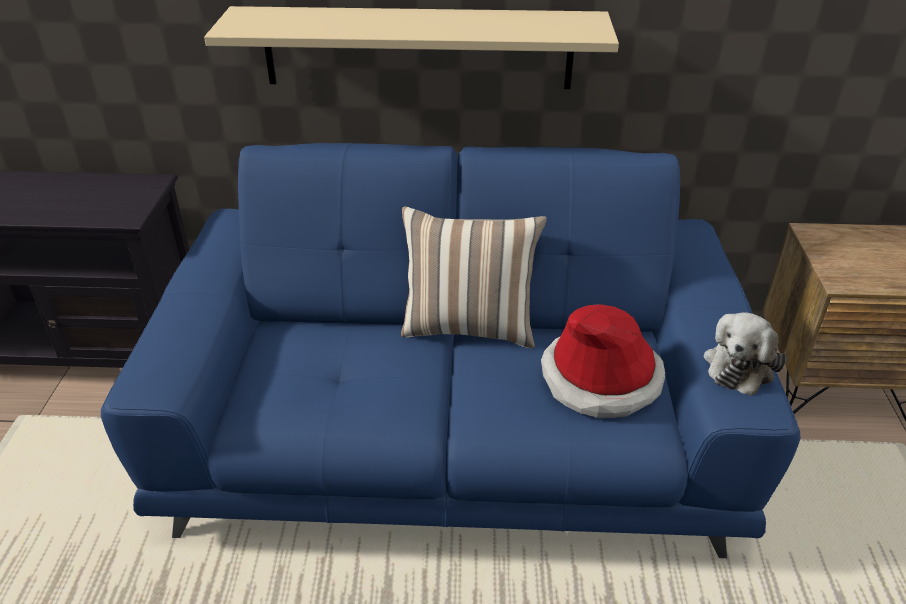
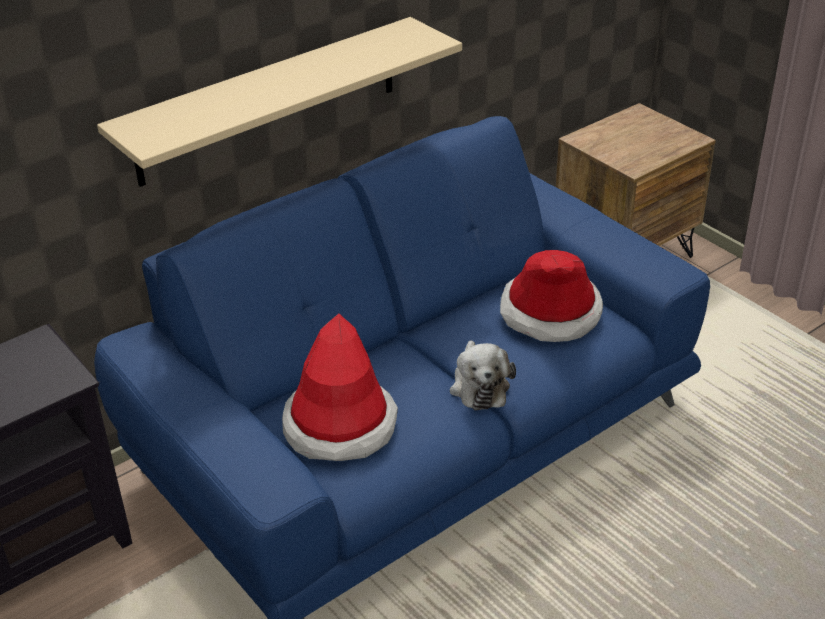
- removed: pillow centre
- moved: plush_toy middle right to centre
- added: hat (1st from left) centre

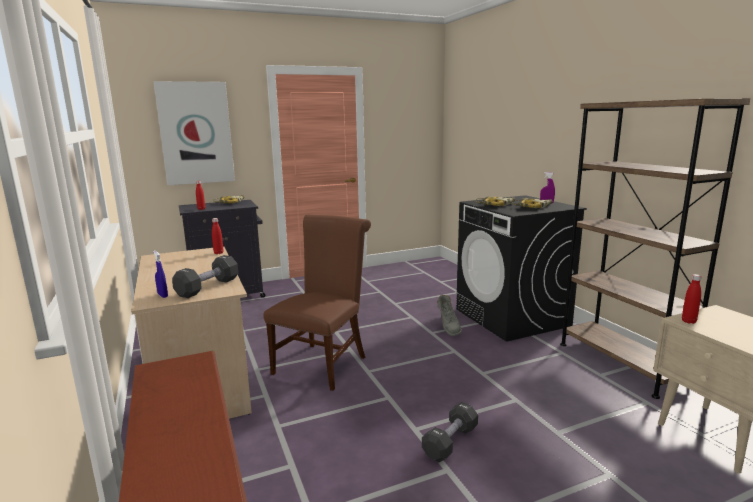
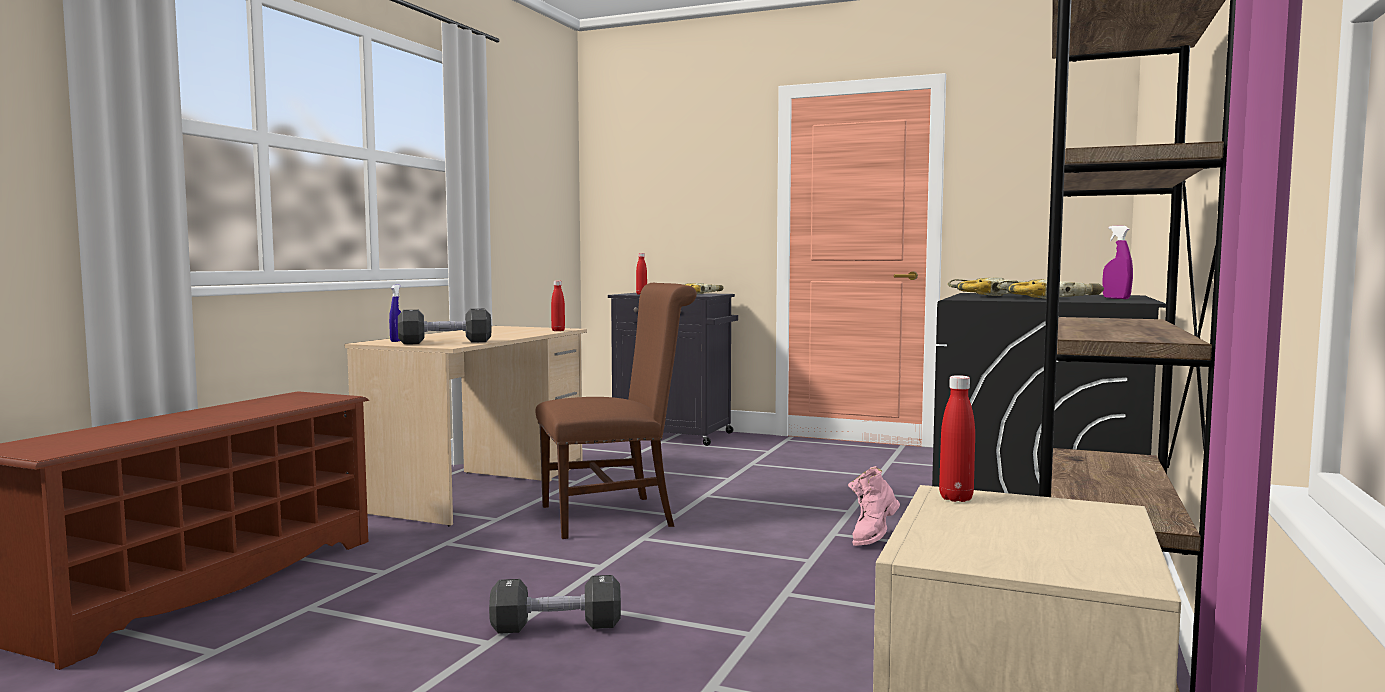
- removed: picture top left
- recoloured: grey_boot centre to pink_boot bottom centre

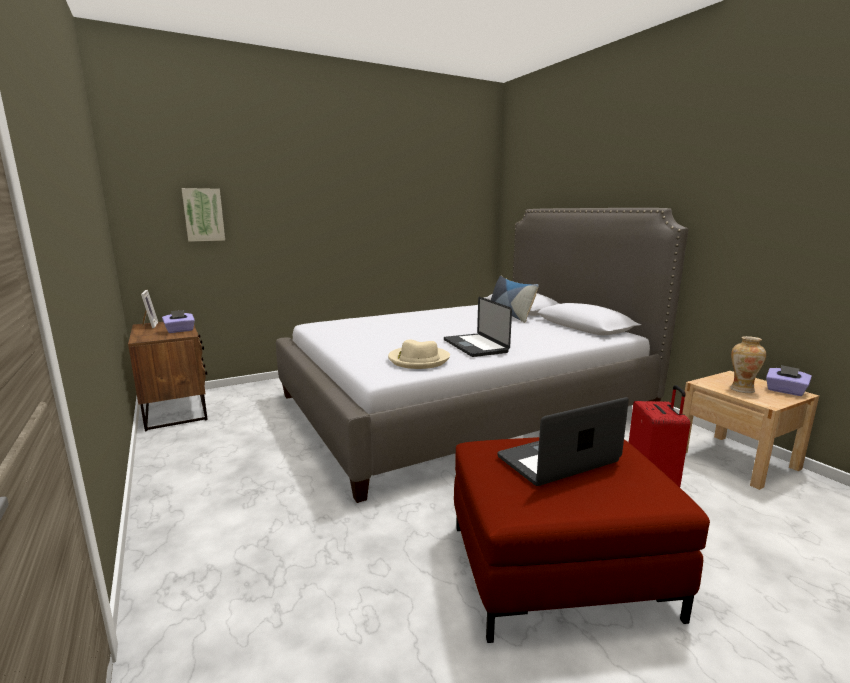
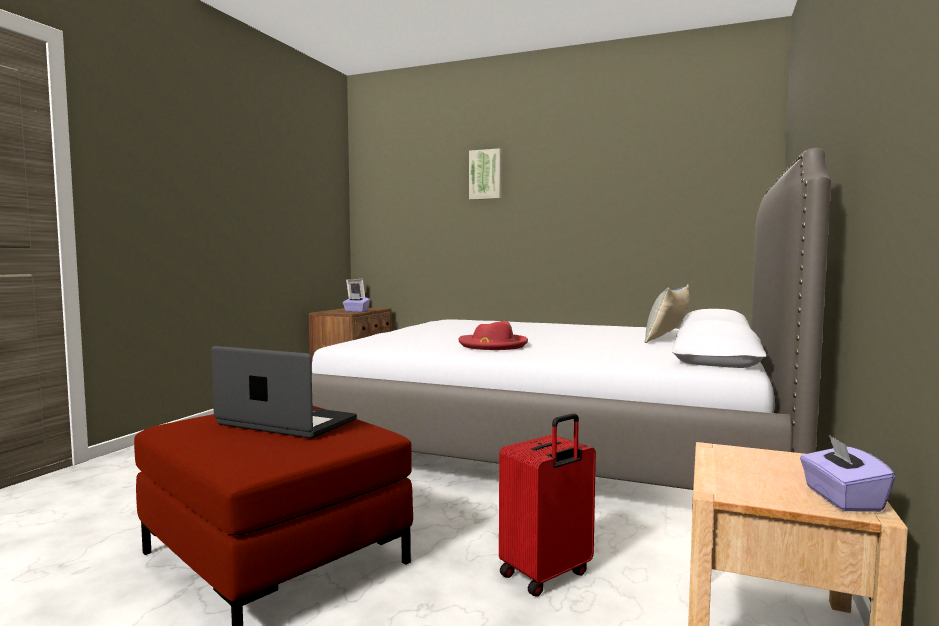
- moved: picture top left to top centre
- removed: beige_hat centre
- replaced: laptop (1st from left) centre to red_hat centre
- removed: vase middle right

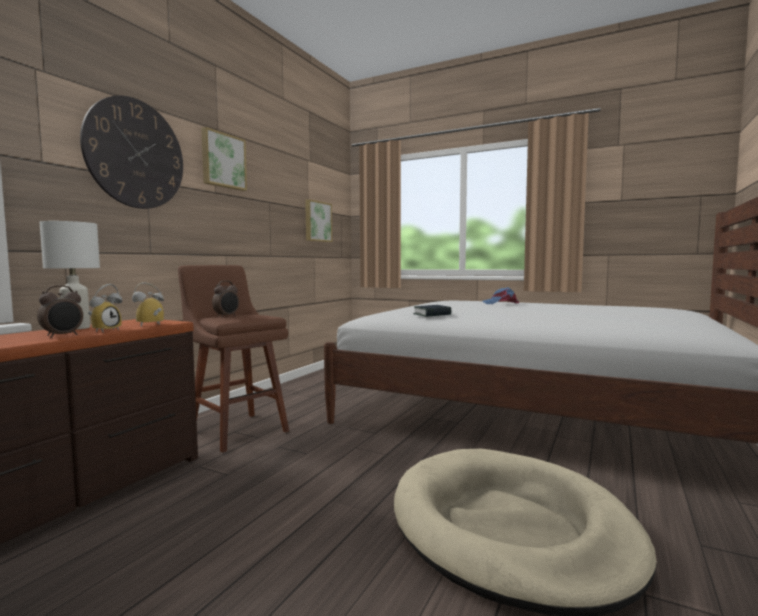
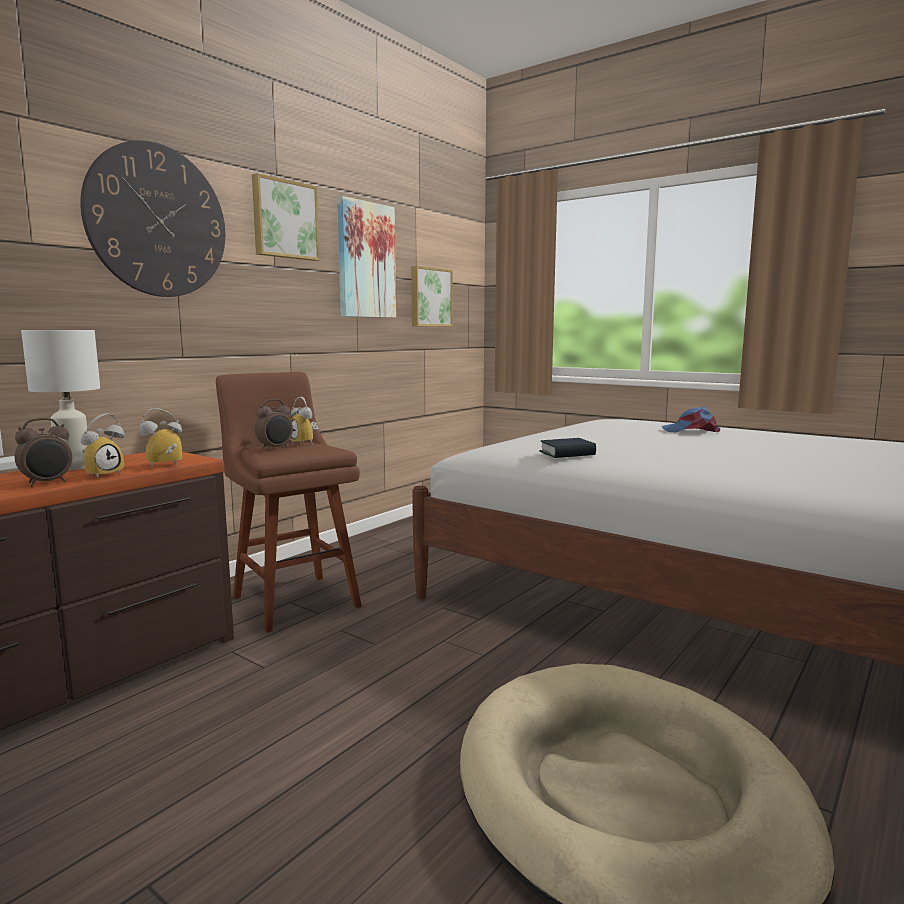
- added: alarm_clock (5th from left) centre
- added: picture (2nd from left) top centre

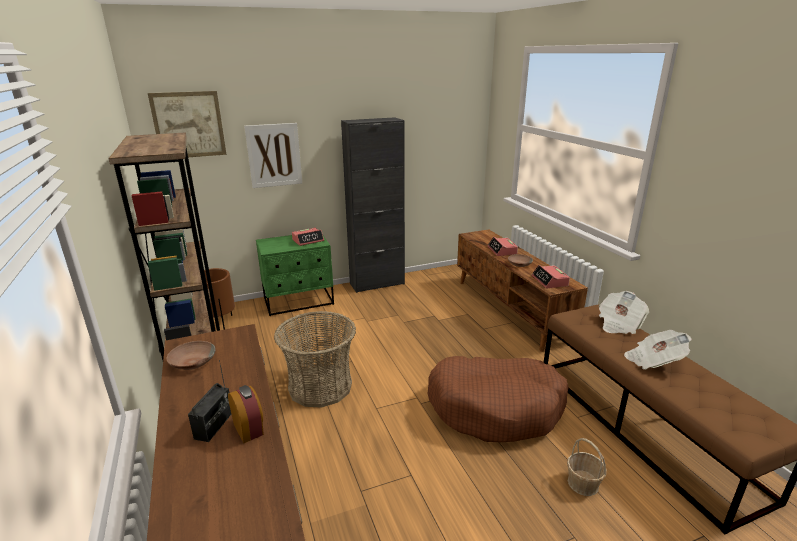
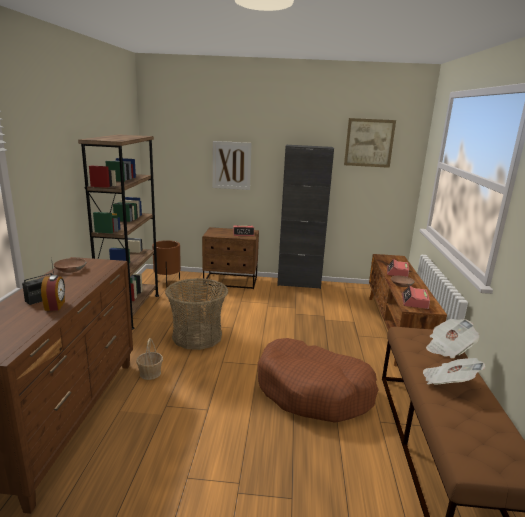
- moved: picture (1st from left in the first image) top left to picture (2nd from left) top right
- recoloured: green_nightstand centre to brown_nightstand centre
- moved: basket (2nd from left in the first image) bottom right to basket (1st from left) bottom left

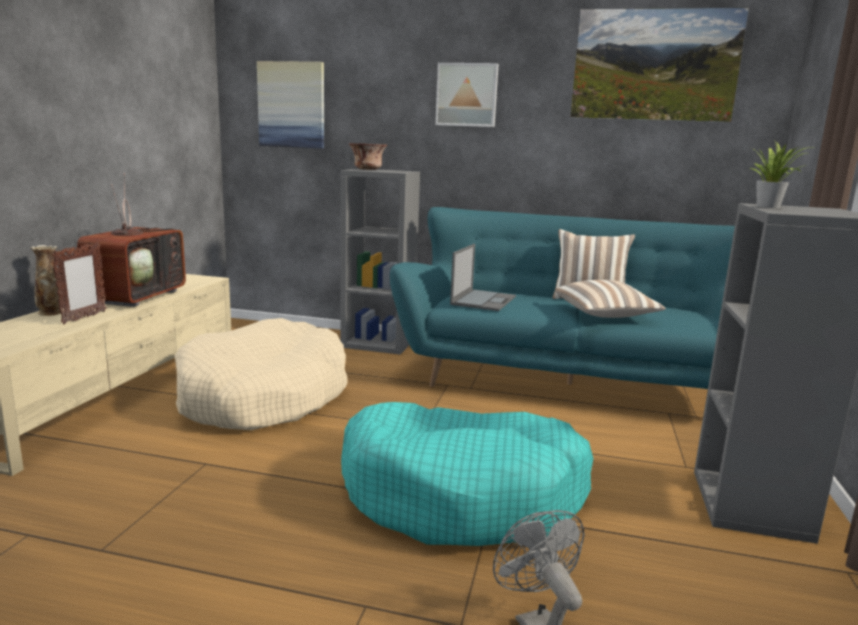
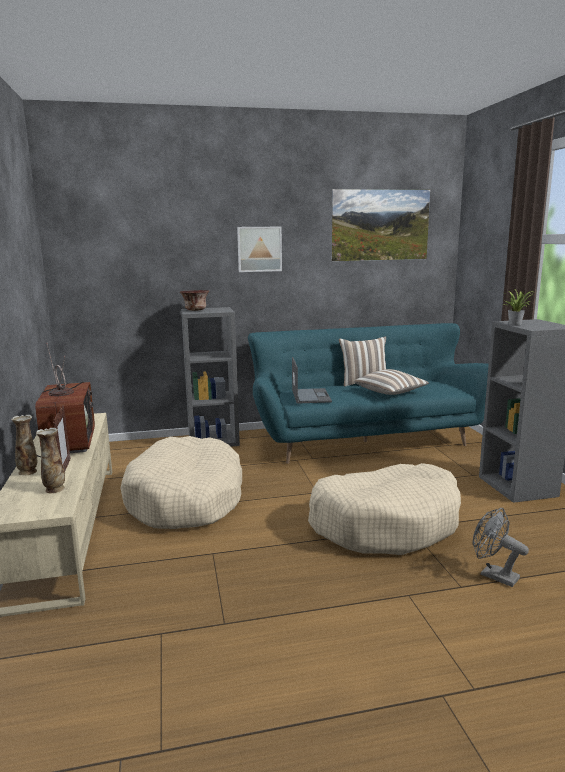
- removed: picture (1st from left) top centre
- recoloured: turquoise_dog_bed bottom centre to beige_dog_bed (2nd from left) middle right
- added: vase (2nd from left) middle left

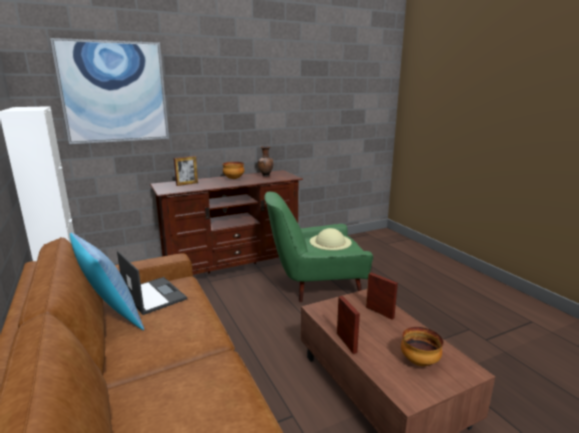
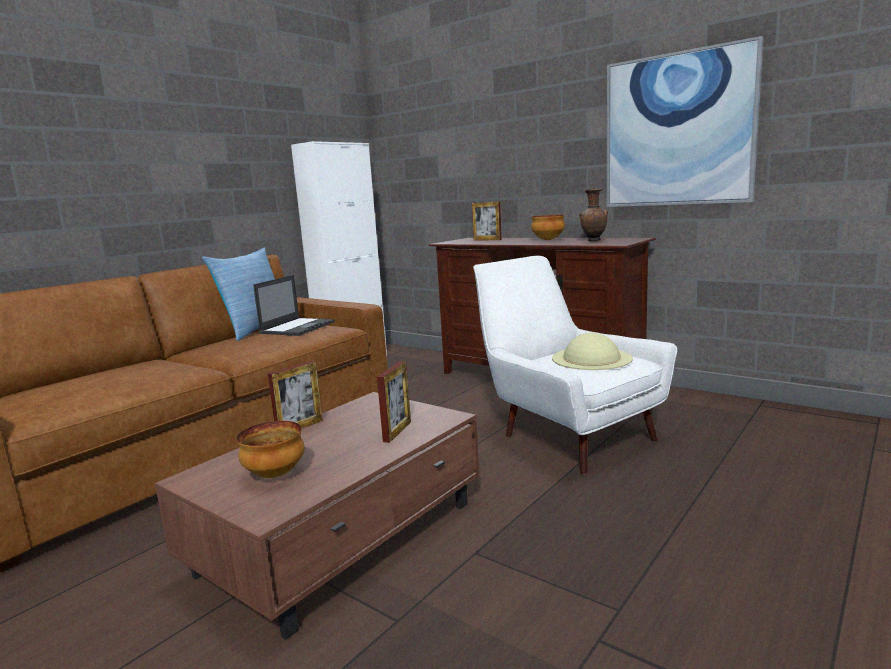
- moved: picture top left to top right
- recoloured: green_armchair centre to white_armchair centre

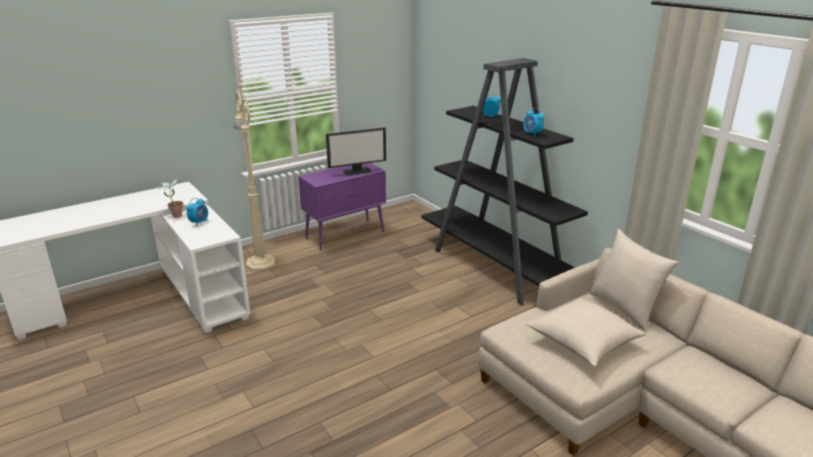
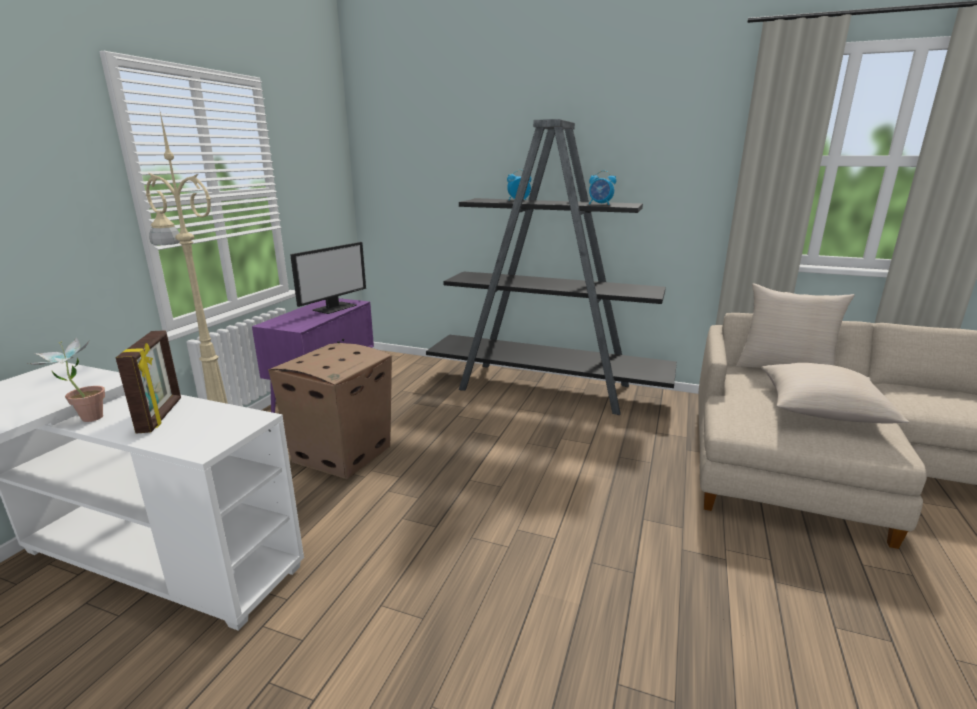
- replaced: alarm_clock (1st from left) middle left to picture_frame middle left
- added: cardboard_box centre

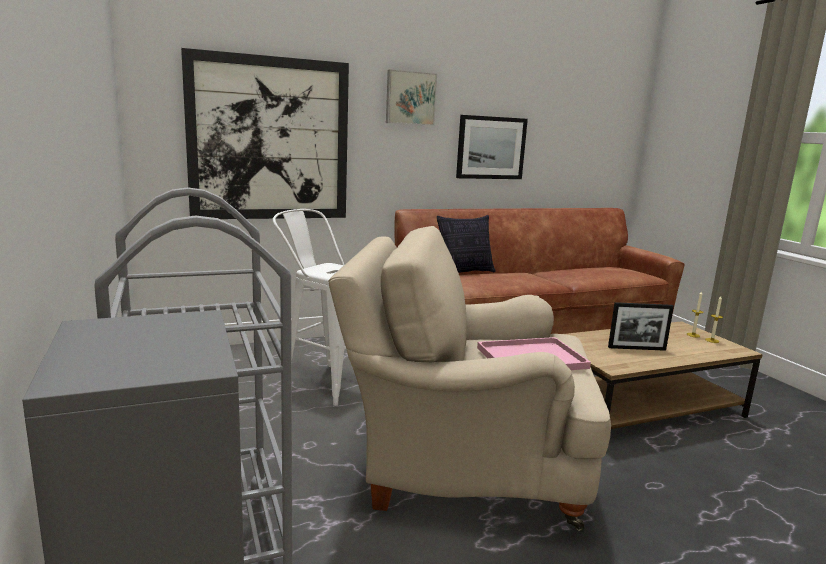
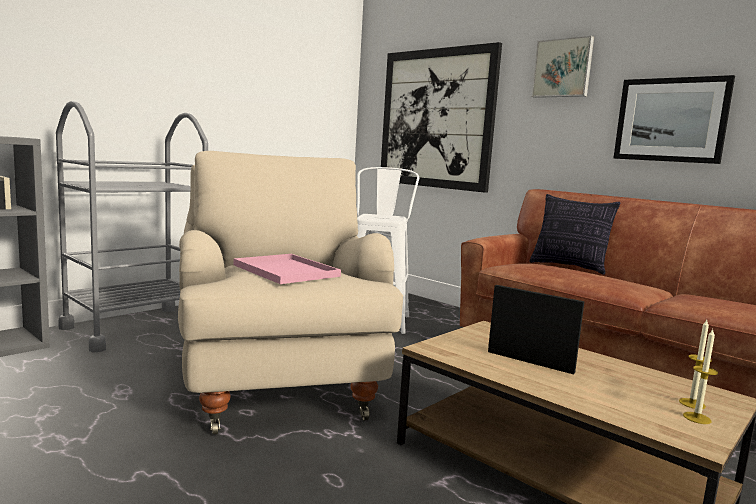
- turned: picture_frame middle right = middle right 150 degrees clockwise

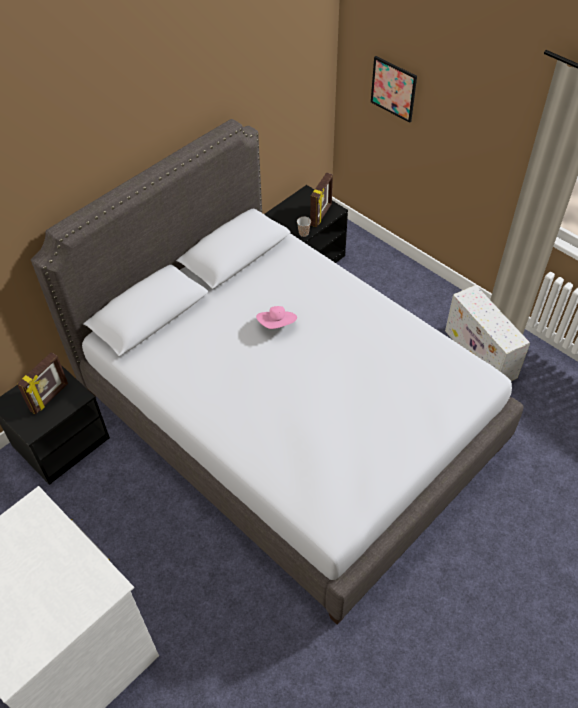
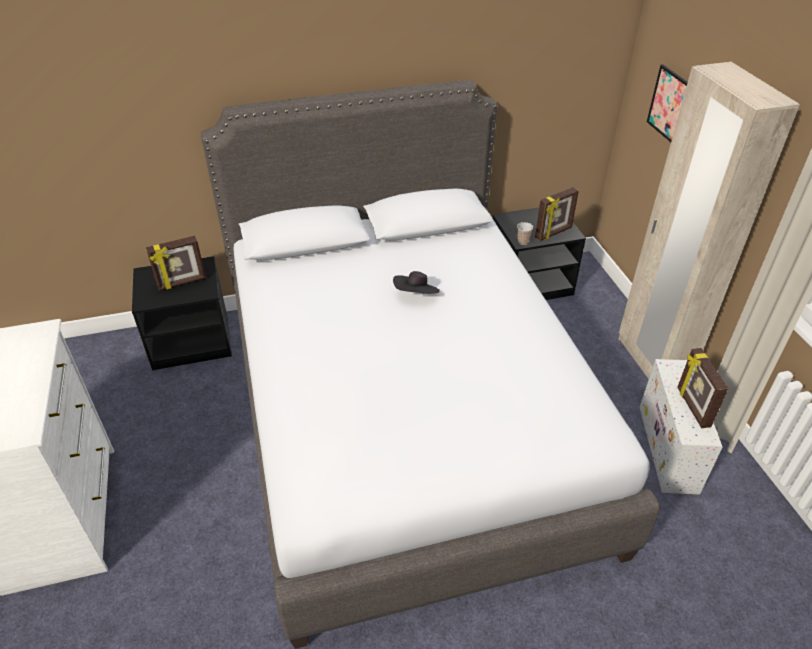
- recoloured: pink_hat centre to black_hat centre
- added: beige_wardrobe middle right
- added: picture_frame (3rd from left) middle right

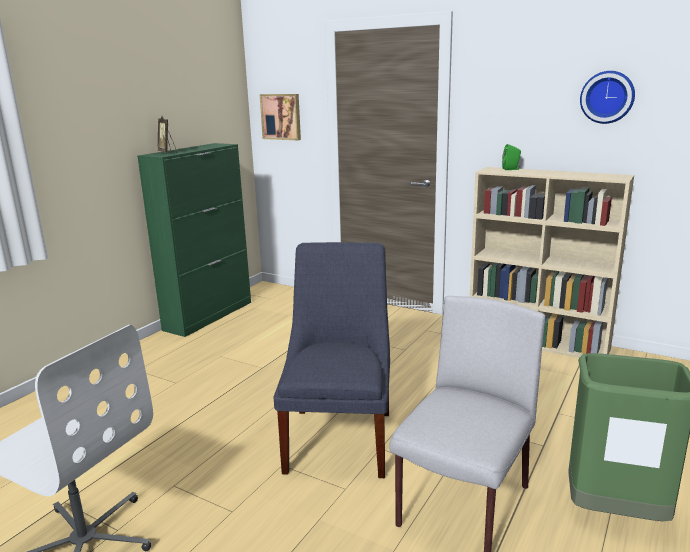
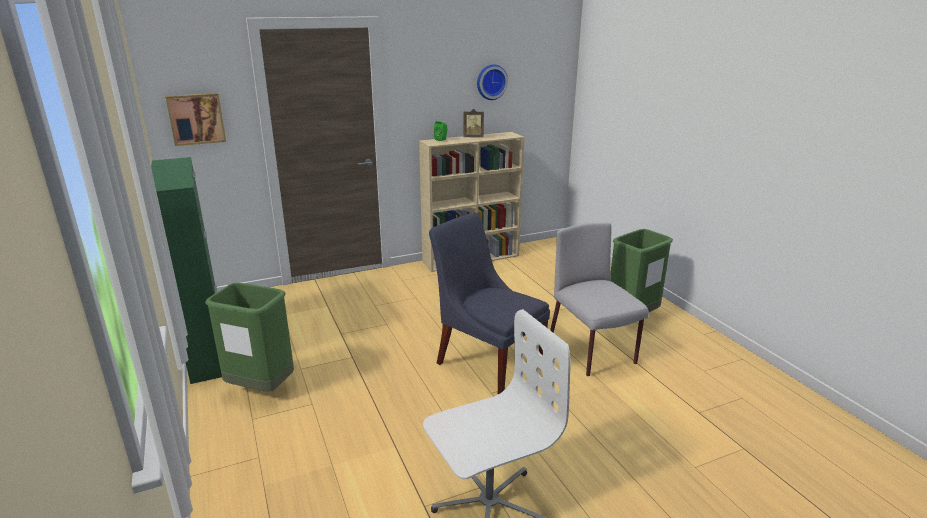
- moved: picture_frame top left to top centre
- added: green_trash_can (1st from left) middle left

